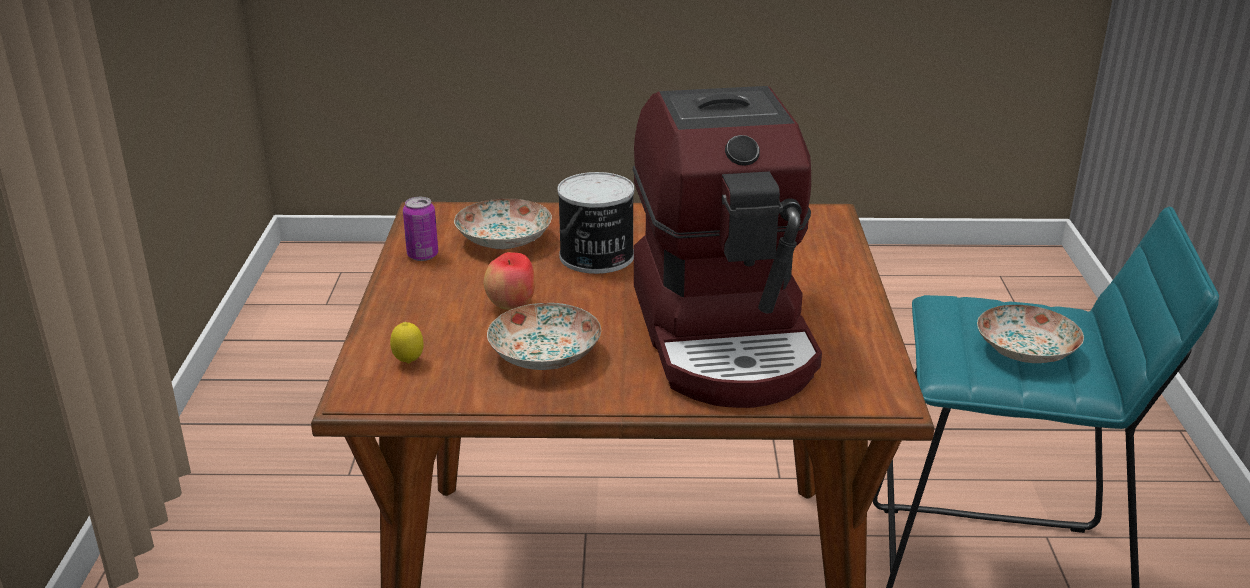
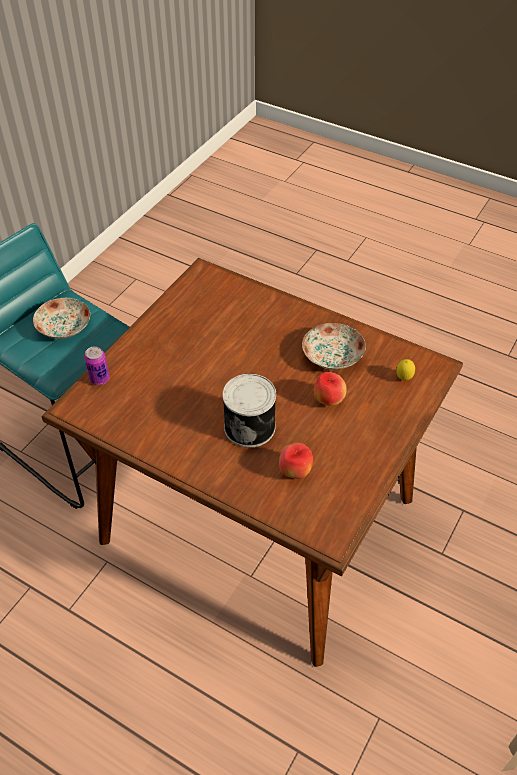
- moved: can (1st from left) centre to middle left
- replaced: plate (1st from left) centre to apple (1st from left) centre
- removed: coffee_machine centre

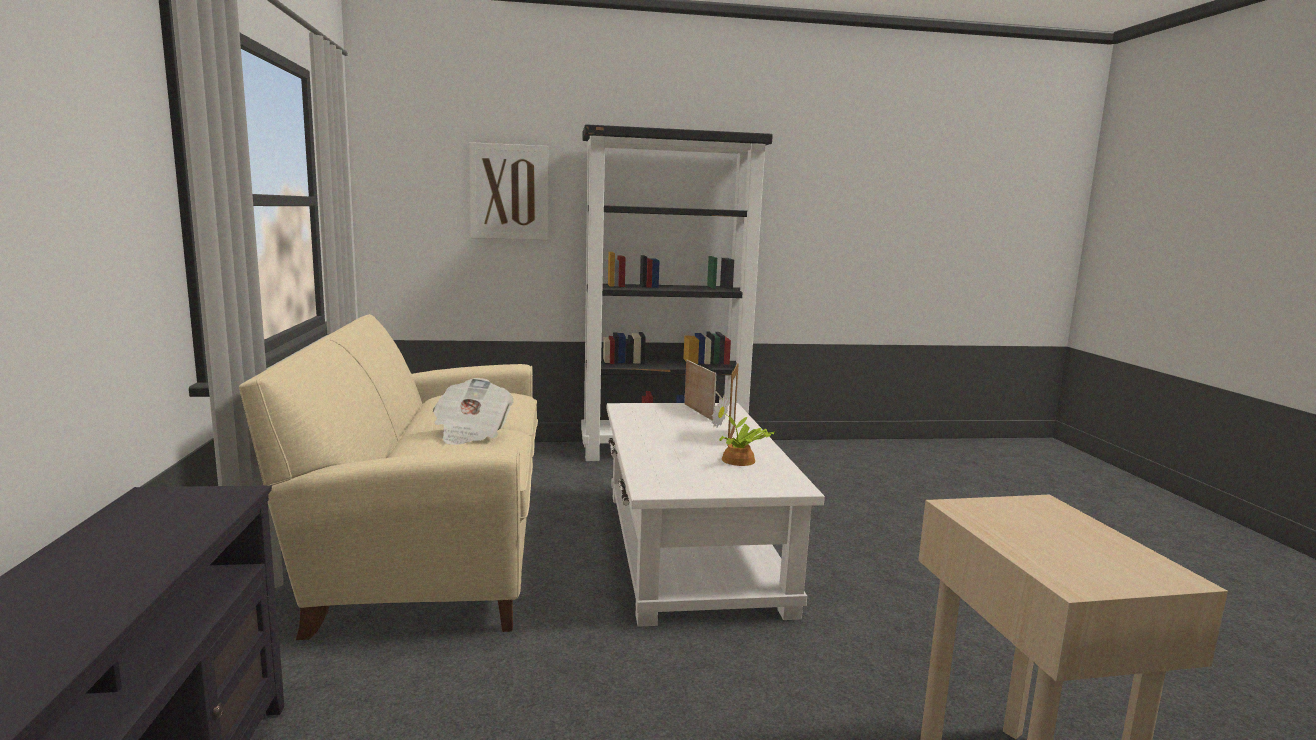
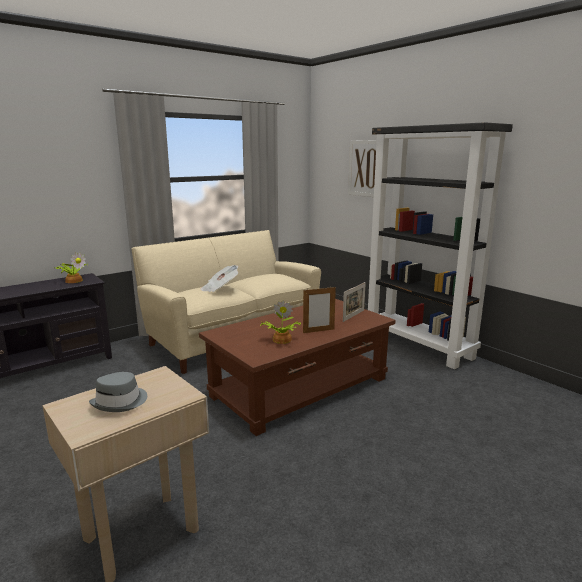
- recoloured: white_coffee_table bottom centre to brown_coffee_table centre
- added: potted_plant (1st from left) middle left
- added: grey_hat bottom left

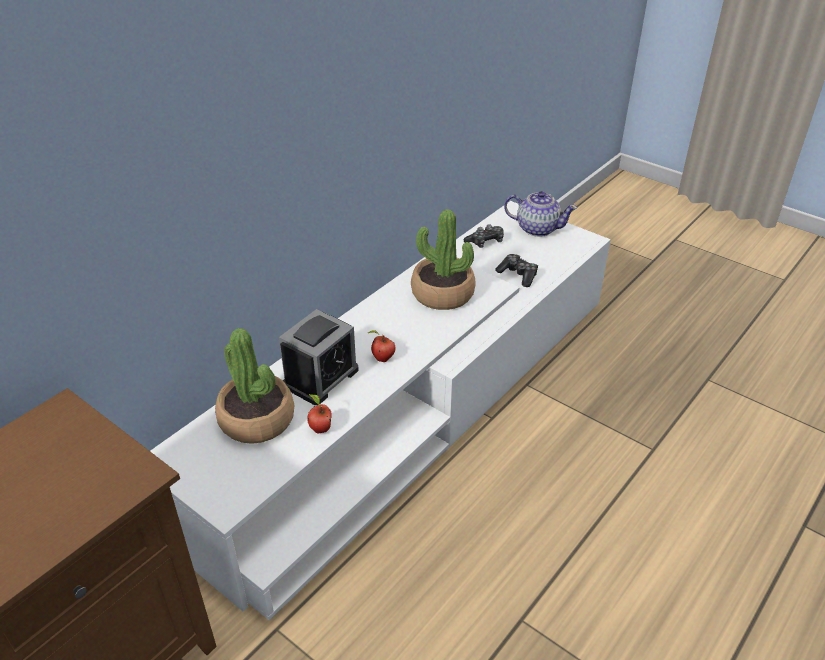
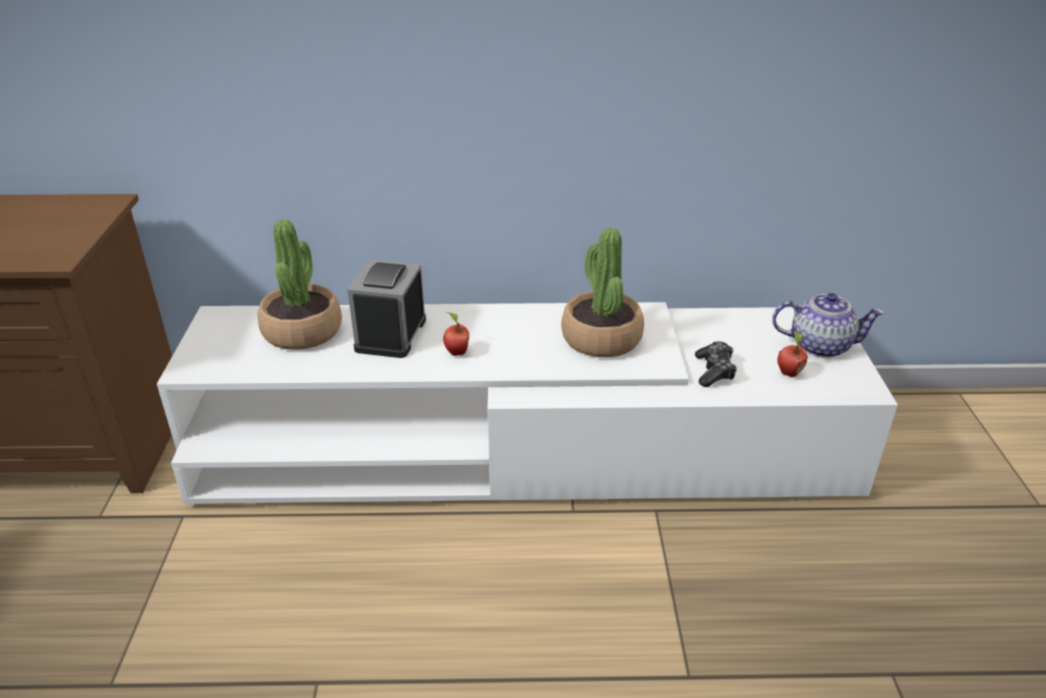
- turned: alarm_clock centre = centre 105 degrees clockwise
- moved: apple (1st from left in the first image) centre to apple (2nd from left) middle right
- removed: game_controller (1st from left) centre
- turned: teapot top centre = middle right 60 degrees counterclockwise

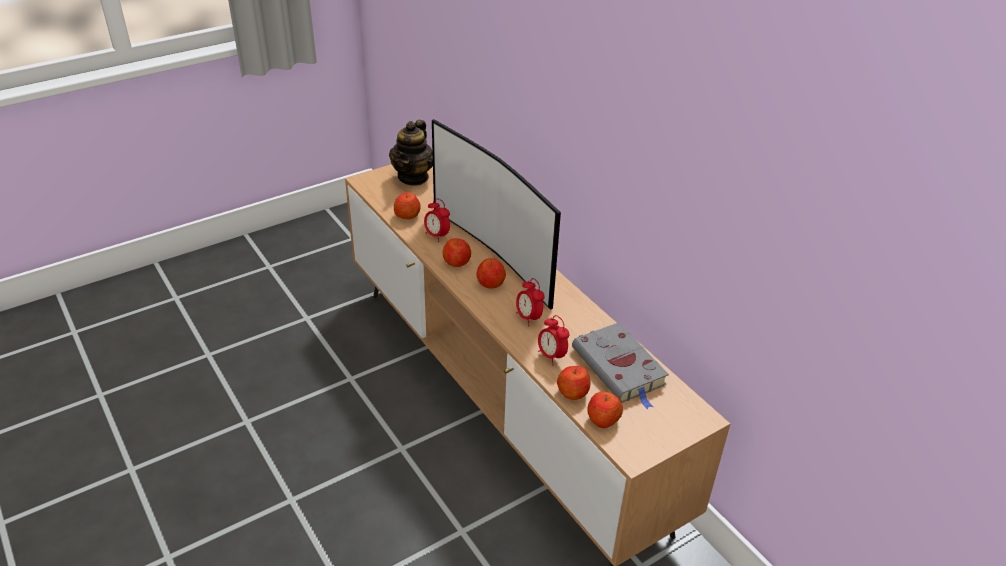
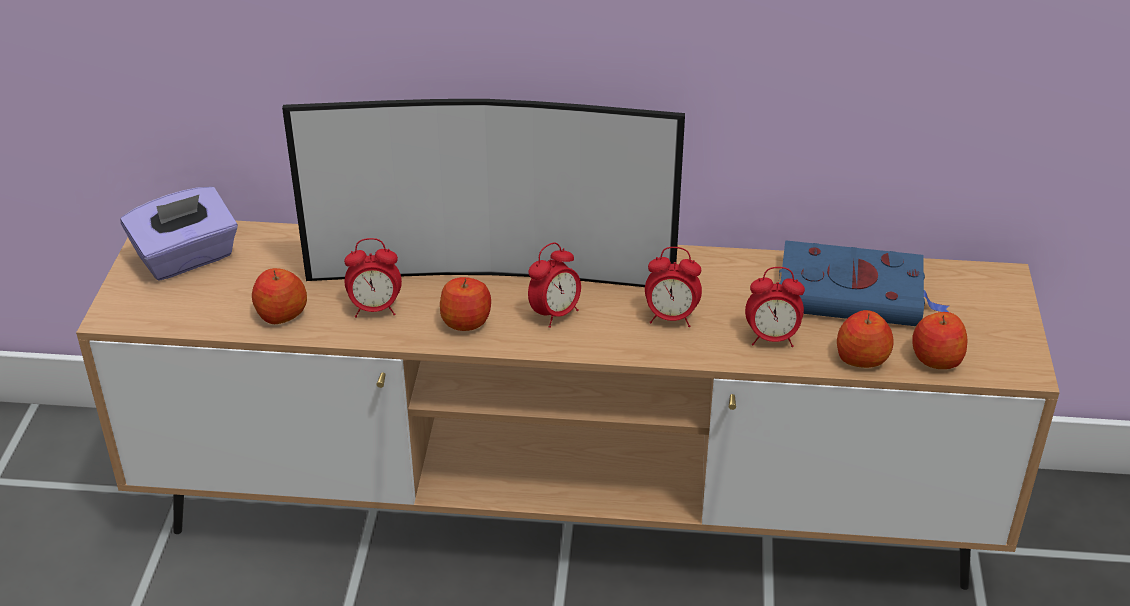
- replaced: teapot top centre to purple_tissue_box middle left
- replaced: apple (3rd from left) centre to alarm_clock (2nd from left) centre
- recoloured: grey_book centre to blue_book middle right

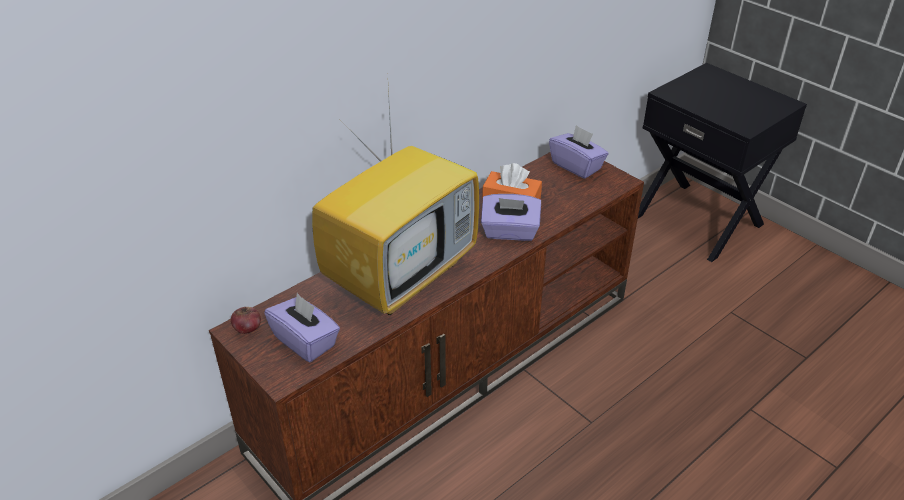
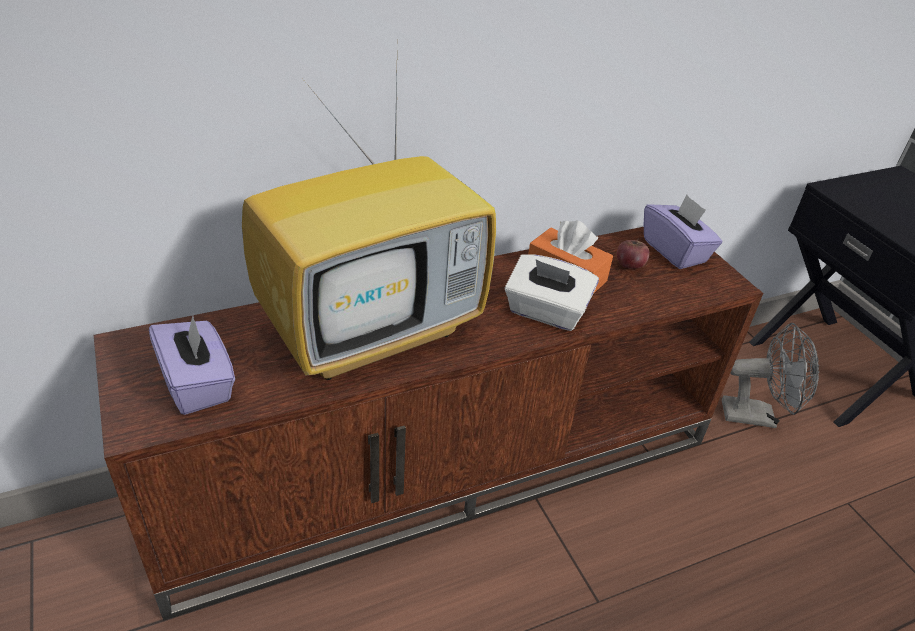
- moved: apple middle left to middle right
- recoloured: purple_tissue_box (2nd from left) centre to white_tissue_box centre
- added: grey_fan middle right

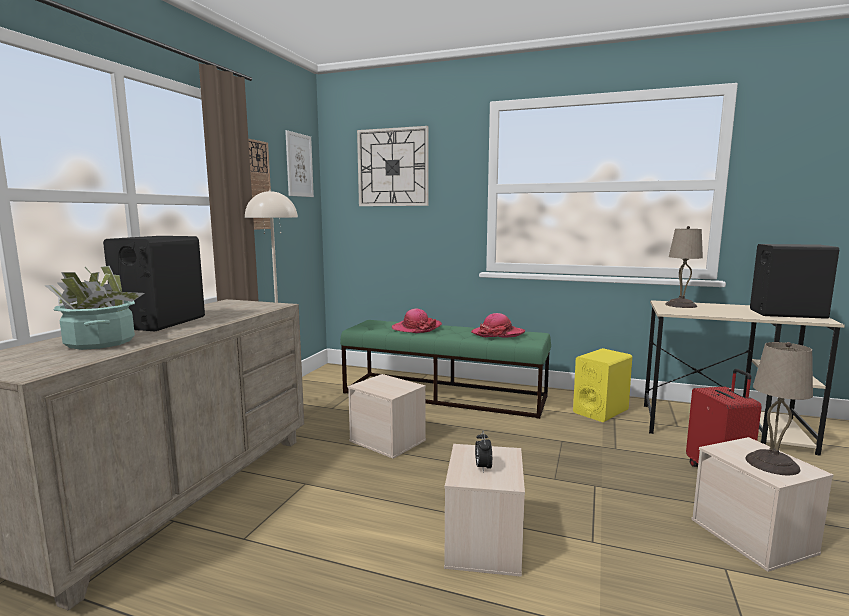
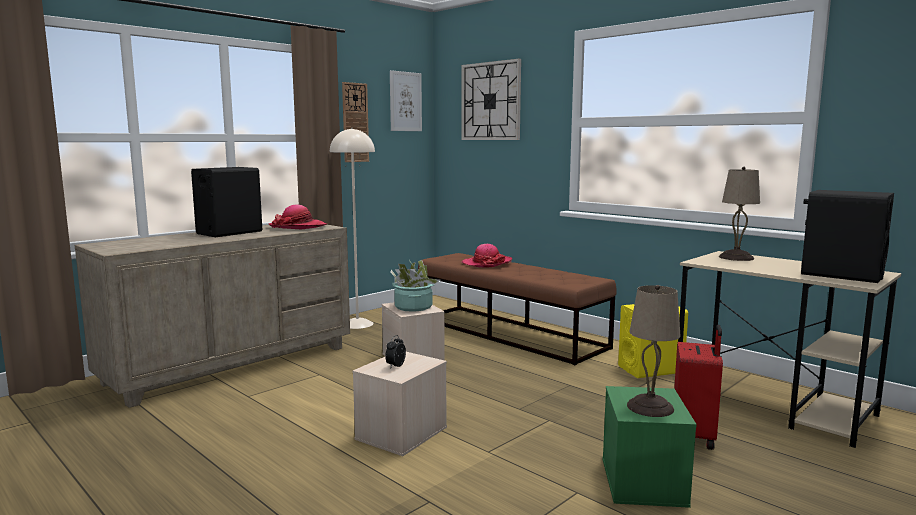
- moved: potted_plant middle left to centre
- recoloured: green_bench centre to brown_bench centre
- moved: hat (2nd from left in the first image) centre to hat (1st from left) middle left
- recoloured: beige_storage_box (3rd from left) bottom right to green_storage_box bottom right

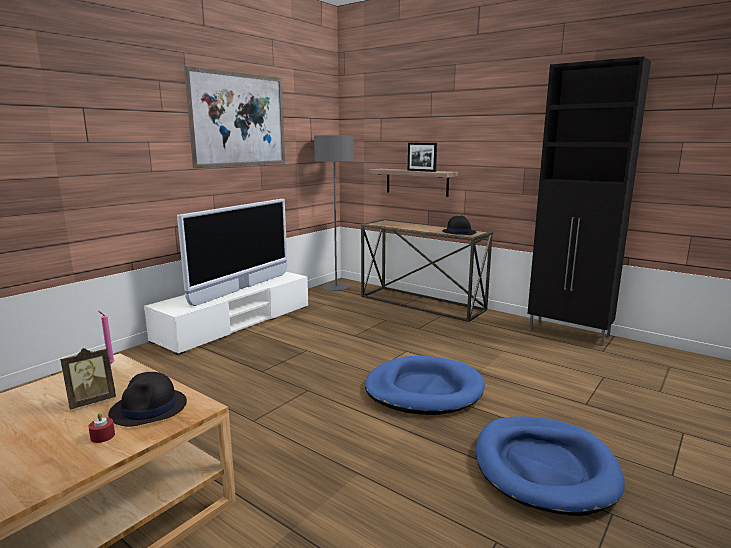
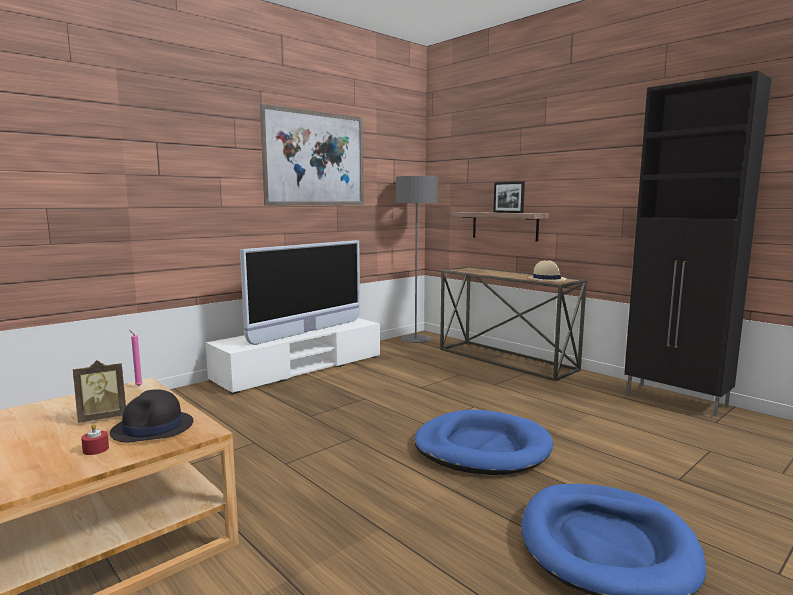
- recoloured: black_hat (2nd from left) centre to beige_hat middle right

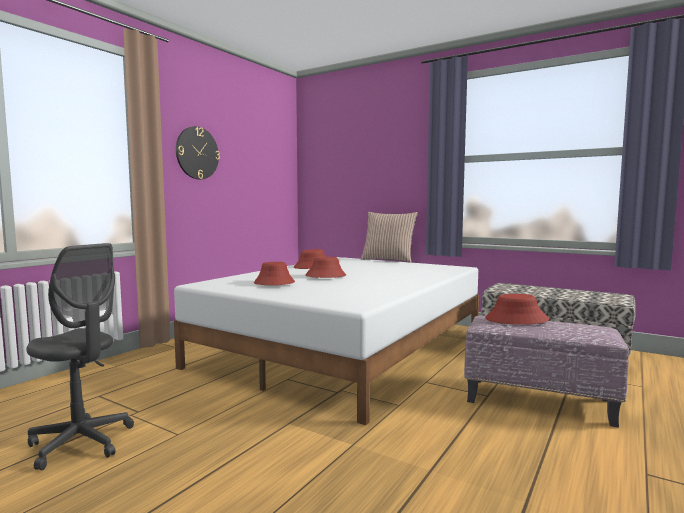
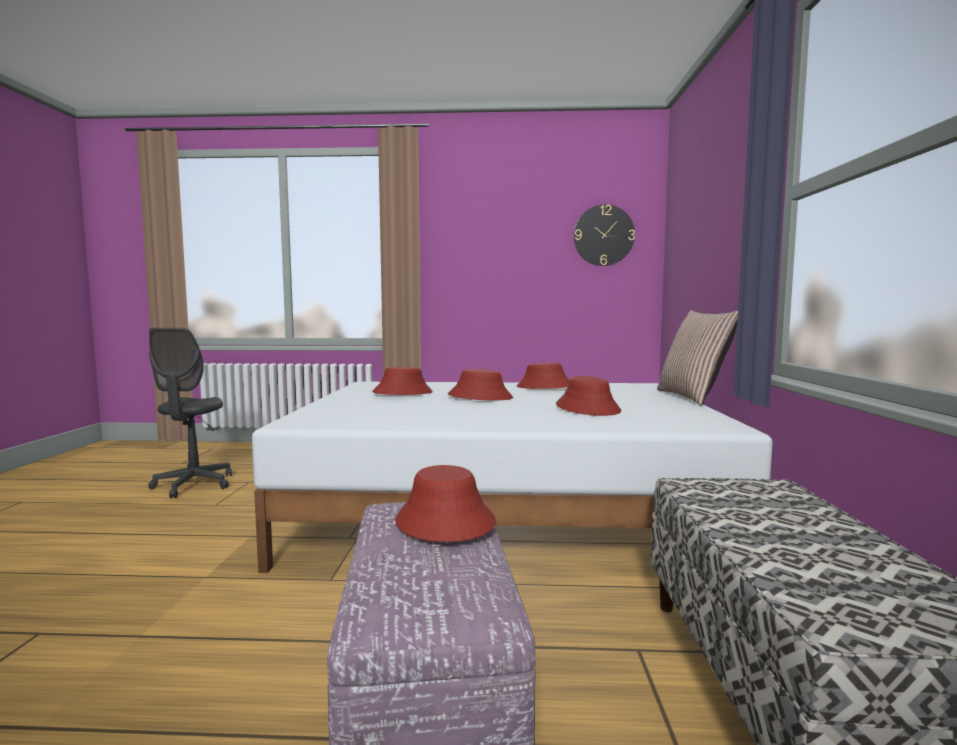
- moved: wall_clock top left to top centre
- added: red_hat (5th from left) centre

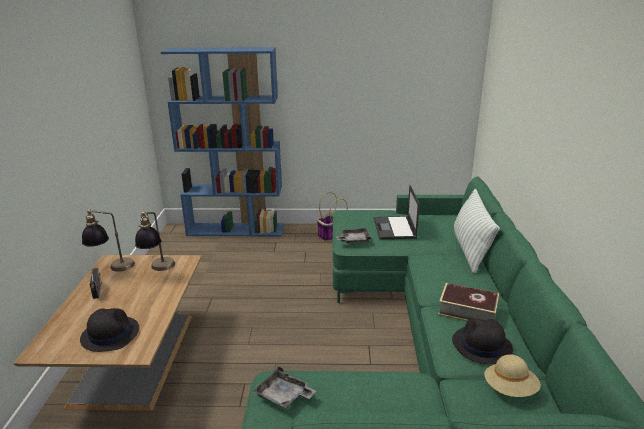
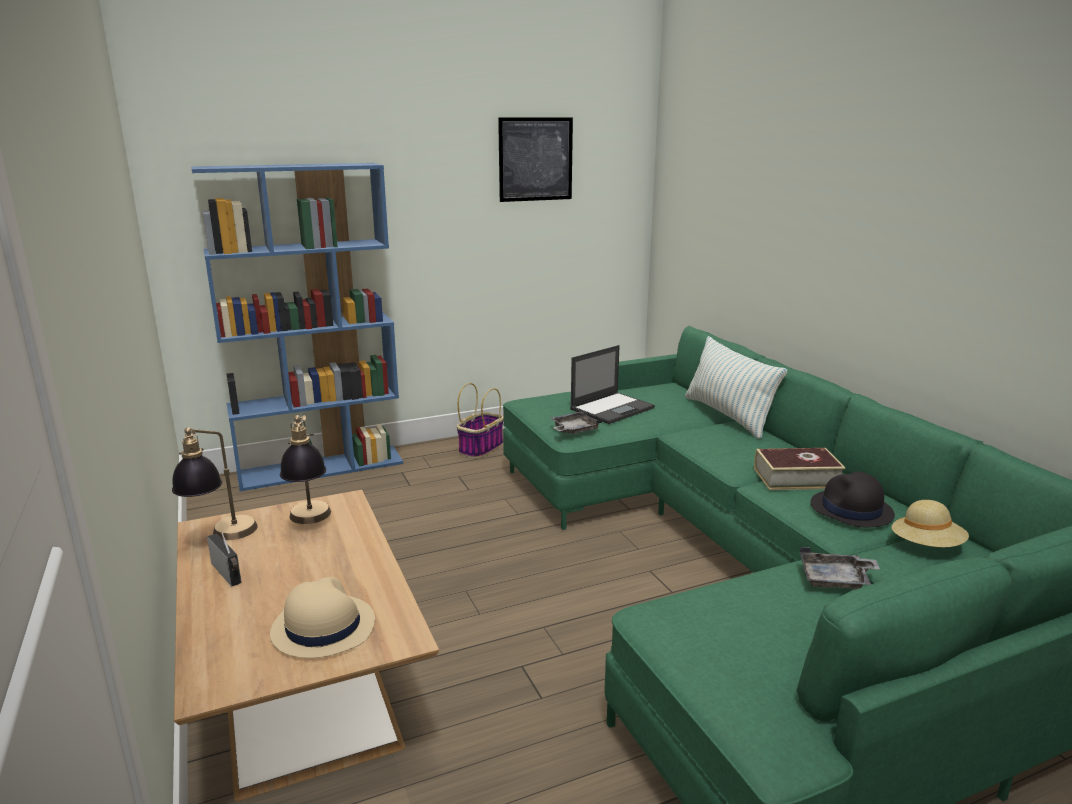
- recoloured: black_hat (1st from left) bottom left to beige_hat (1st from left) bottom left
- moved: grey_tray (1st from left in the first image) bottom centre to grey_tray (2nd from left) bottom right
- turned: laptop centre = centre 105 degrees counterclockwise
- added: picture top centre

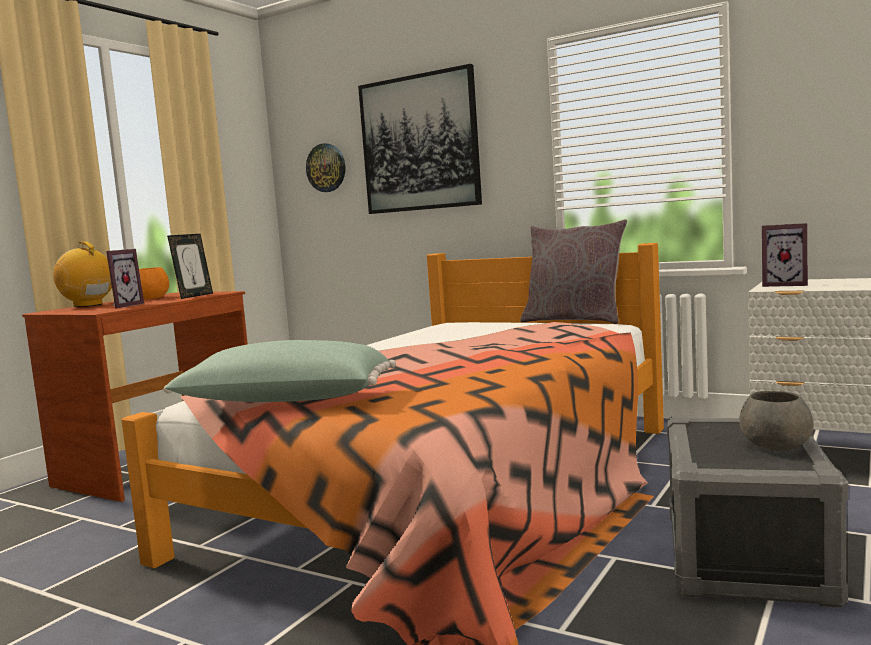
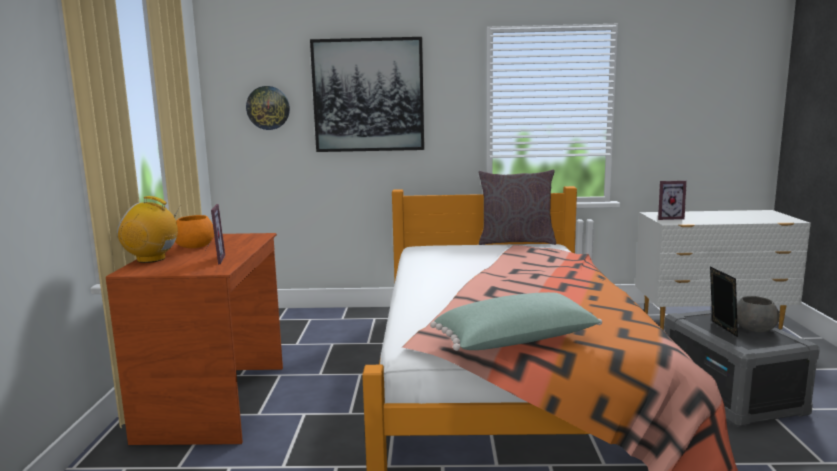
- moved: picture_frame (2nd from left in the first image) middle left to picture_frame (3rd from left) middle right

